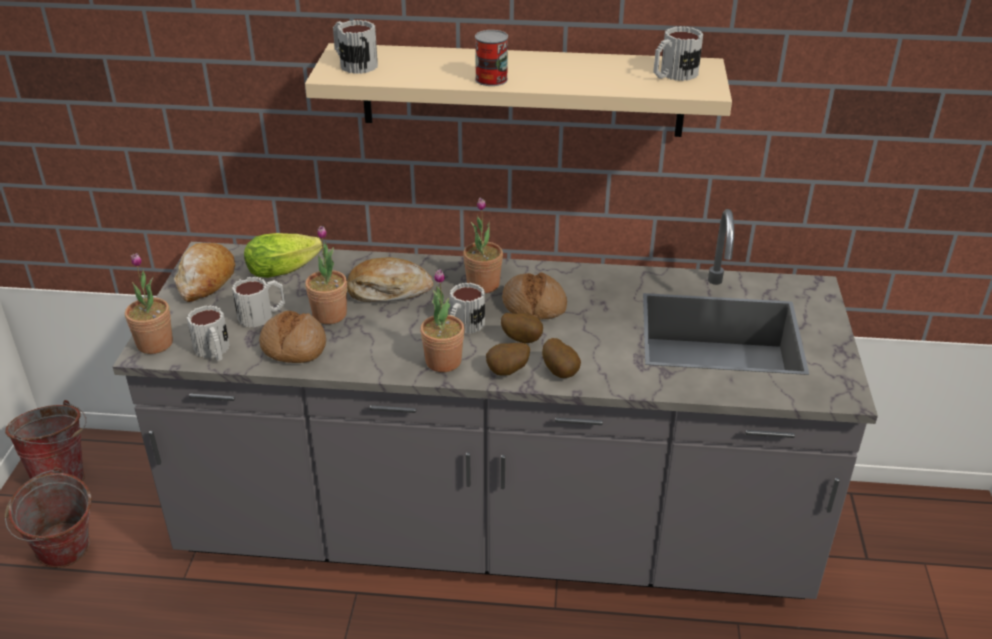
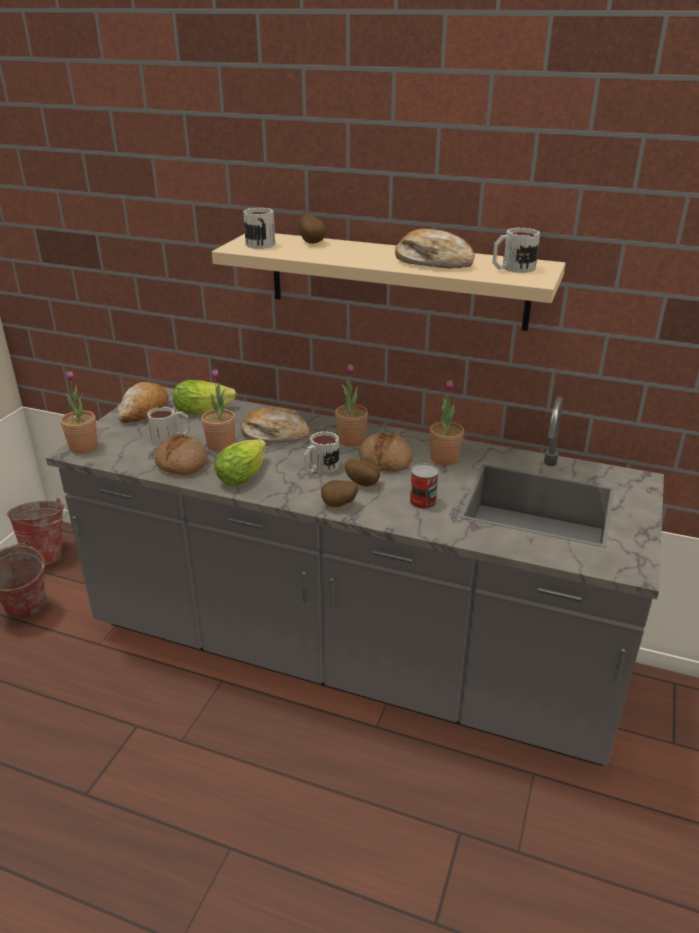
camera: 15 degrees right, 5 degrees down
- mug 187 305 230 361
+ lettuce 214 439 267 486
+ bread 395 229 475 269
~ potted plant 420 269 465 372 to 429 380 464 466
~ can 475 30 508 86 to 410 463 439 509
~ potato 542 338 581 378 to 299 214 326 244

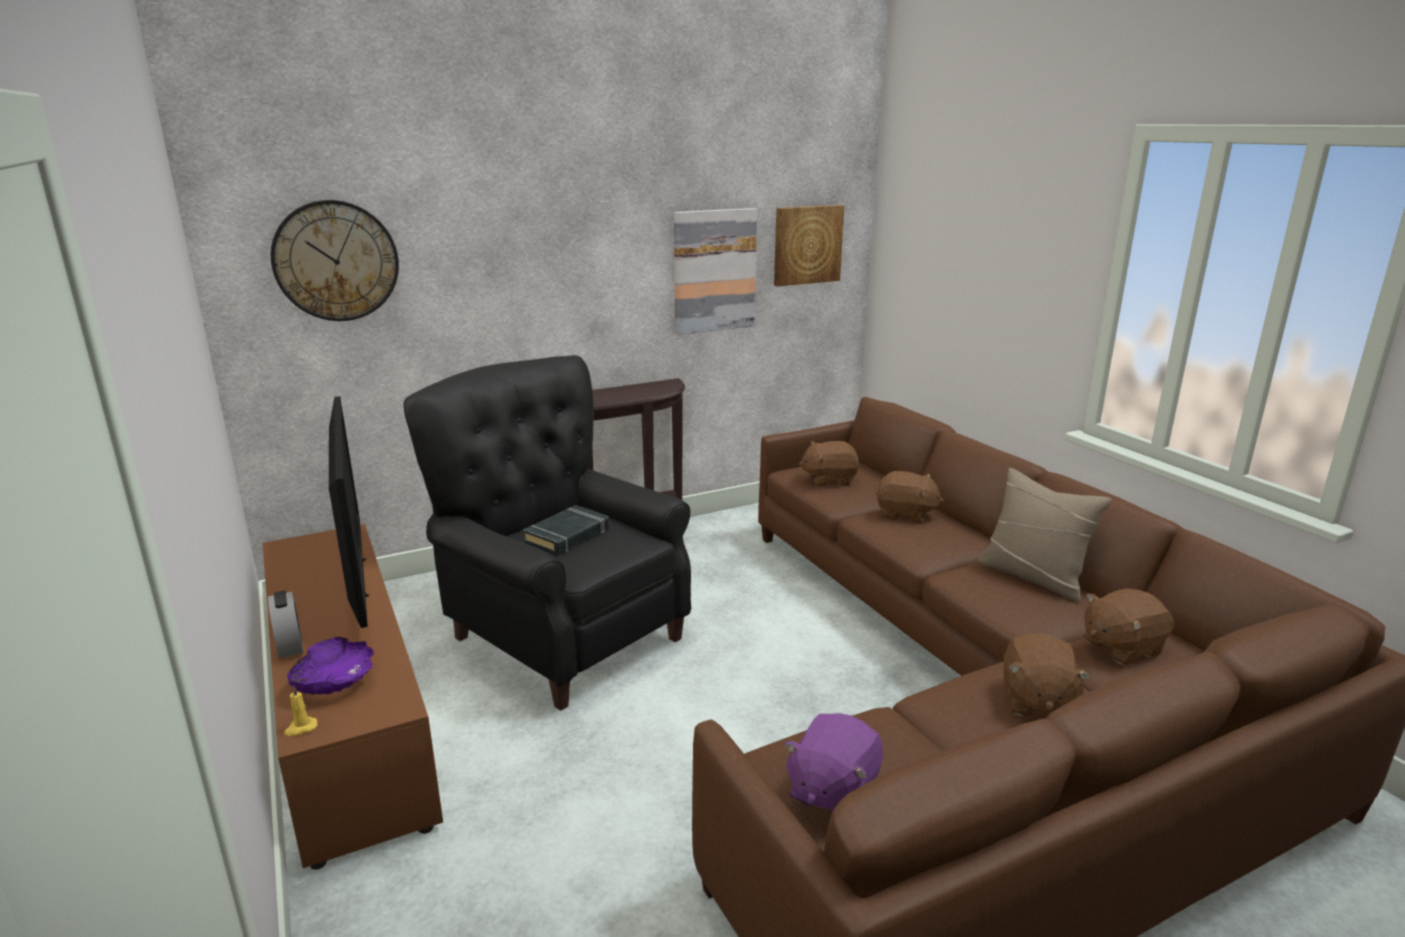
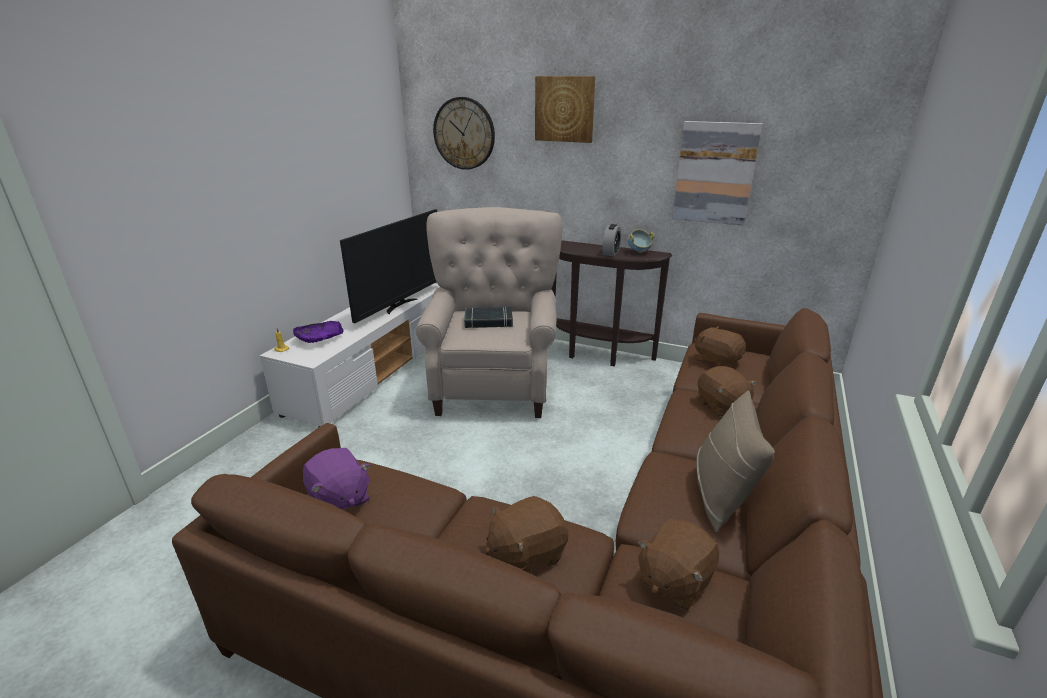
camera: 50 degrees right, 5 degrees up
+ bowl 628 229 655 253
~ alarm clock 268 590 304 659 to 602 224 621 256
~ picture 774 205 844 286 to 535 76 595 143
~ brown tv stand 263 524 443 870 to white tv stand 260 283 440 428
~ black armchair 403 355 691 711 to beige armchair 416 207 562 418
~ purple plush toy 783 713 883 813 = 303 448 370 509 120 degrees counterclockwise
~ brown plush toy 1084 588 1174 665 = 637 519 719 611 75 degrees counterclockwise

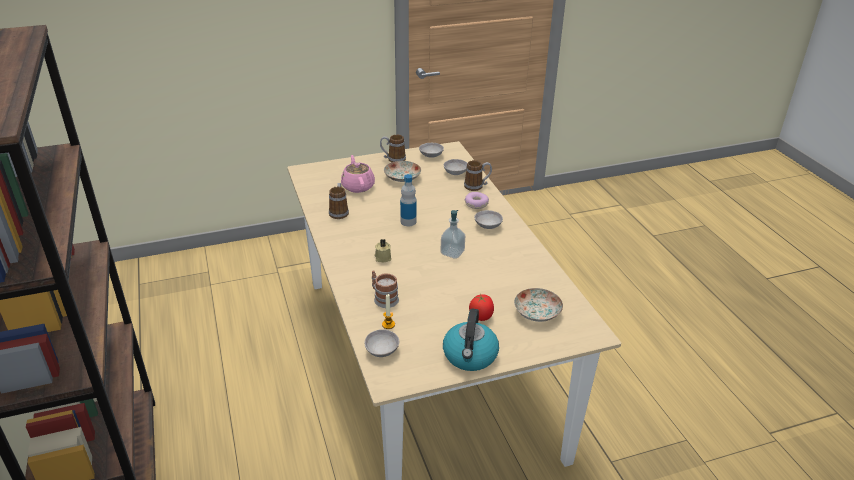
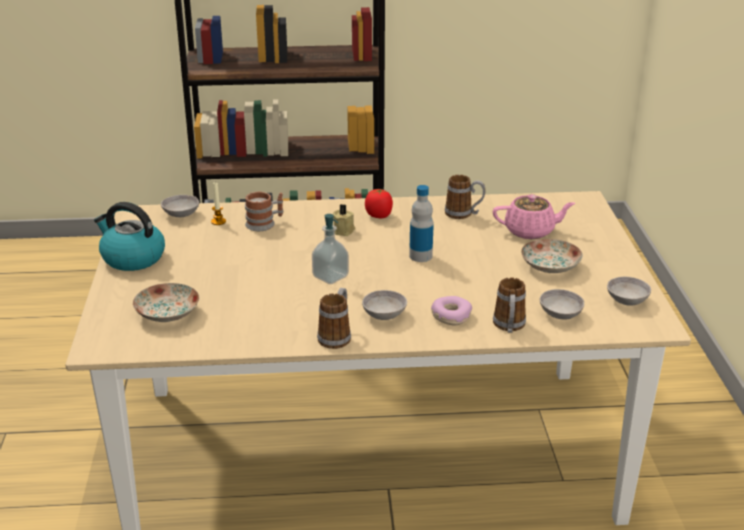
camera: 105 degrees right, 5 degrees down
~ mug 380 134 406 162 to 317 288 351 349
~ tomato 469 293 494 321 to 365 189 393 218

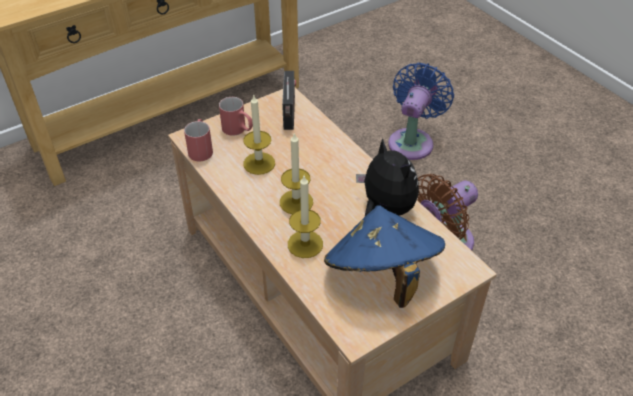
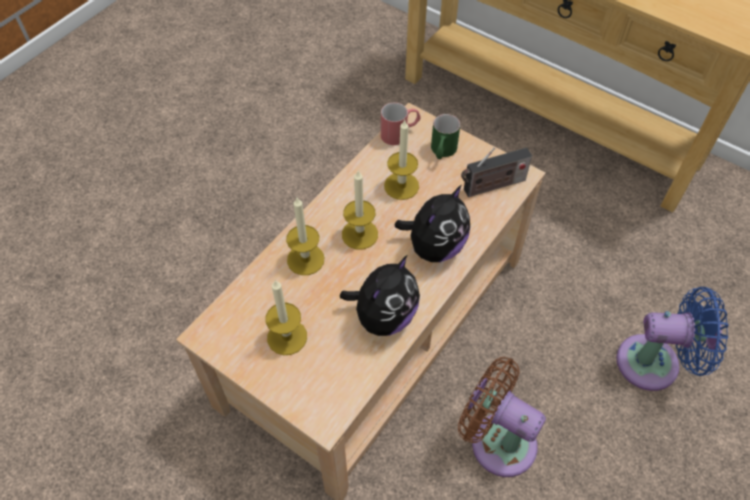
camera: 70 degrees right, 10 degrees up
+ plush toy 395 185 470 262
~ blue hat 324 205 445 308 to candle 266 280 307 355
~ red mug 219 97 253 136 to green mug 431 114 460 159

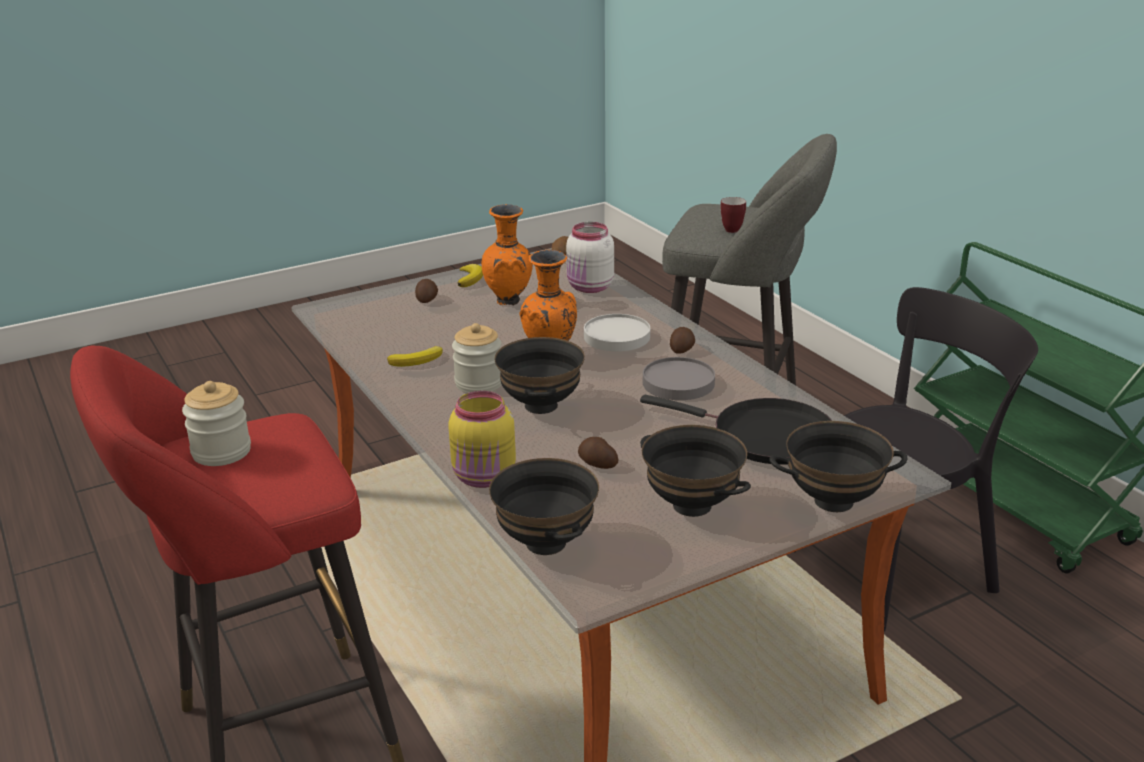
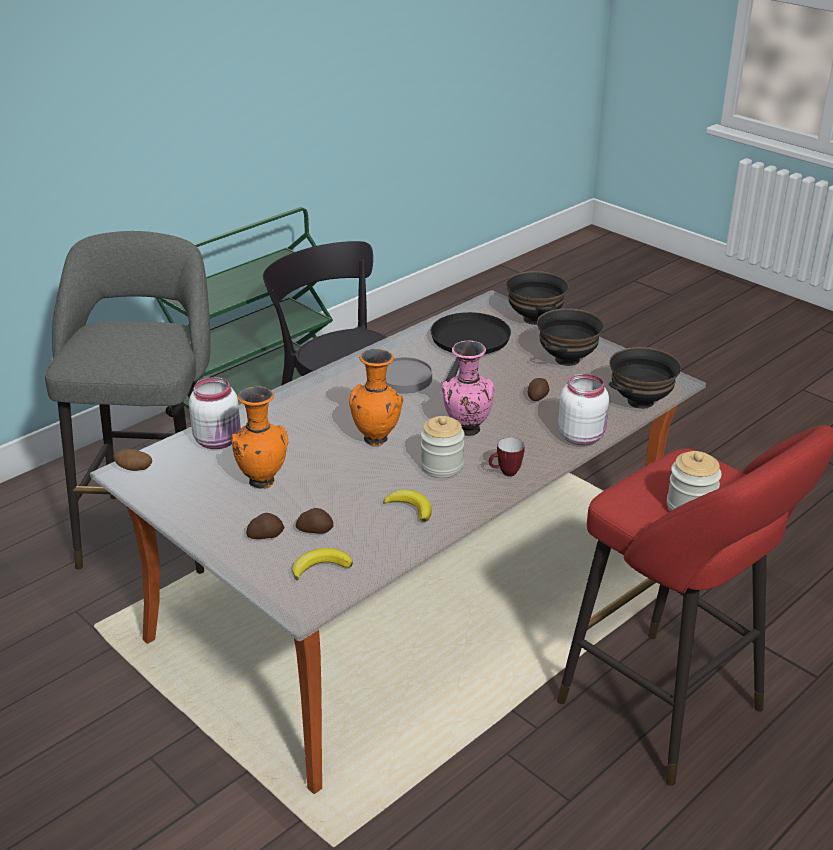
camera: 105 degrees left, 5 degrees up
- white plate 584 314 650 352
~ banana 457 264 483 287 to 293 548 353 580
~ potato 670 327 695 354 to 296 508 333 534
~ mug 721 197 746 233 to 489 437 525 476
~ black bowl 494 337 585 414 to pink vase 442 341 495 436
~ yellow jar 448 391 516 488 to white jar 558 374 609 445

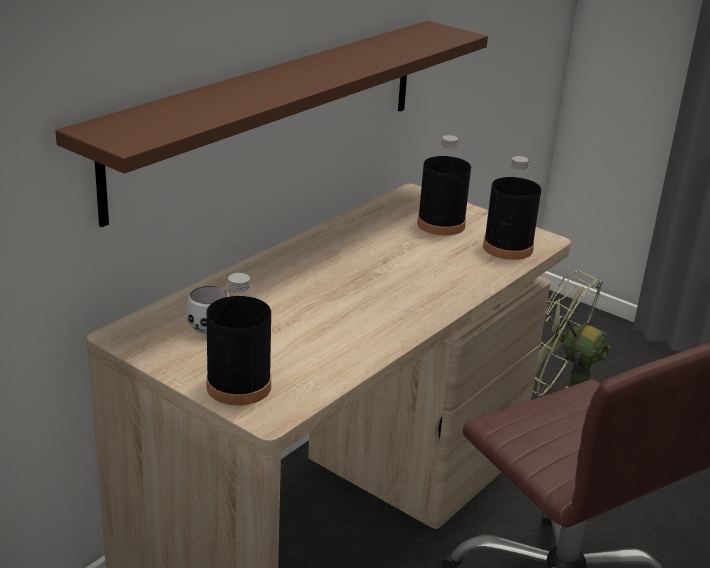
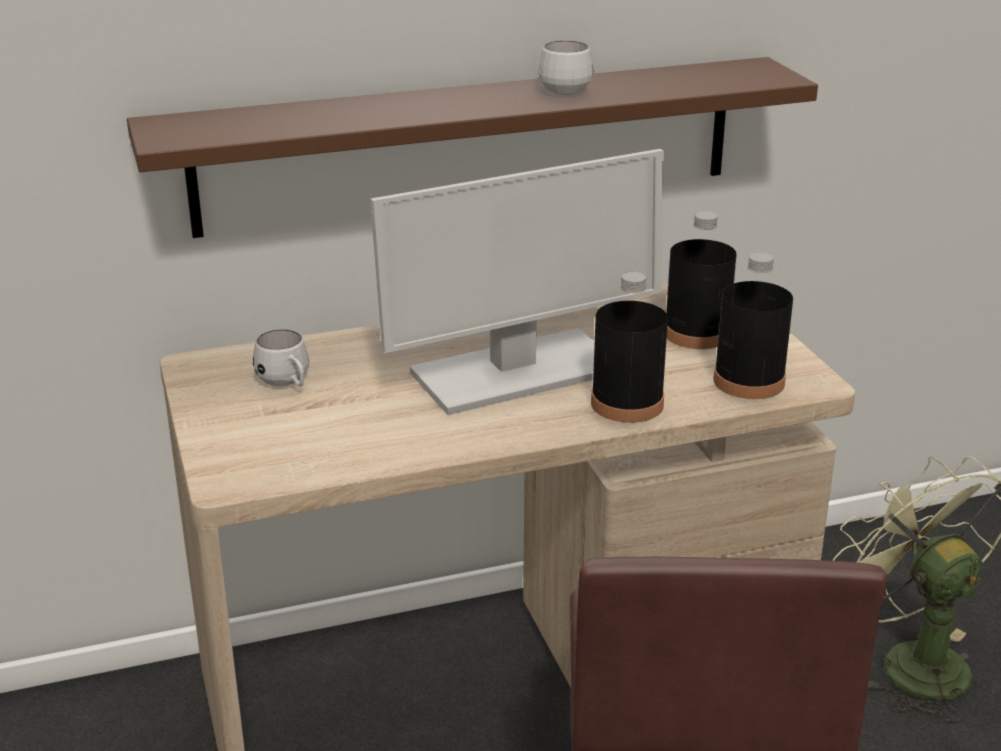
camera: 35 degrees right, 0 degrees up
+ monitor 370 149 664 415
+ white mug 538 41 594 95
~ black bottle 206 273 271 405 to 591 272 668 423

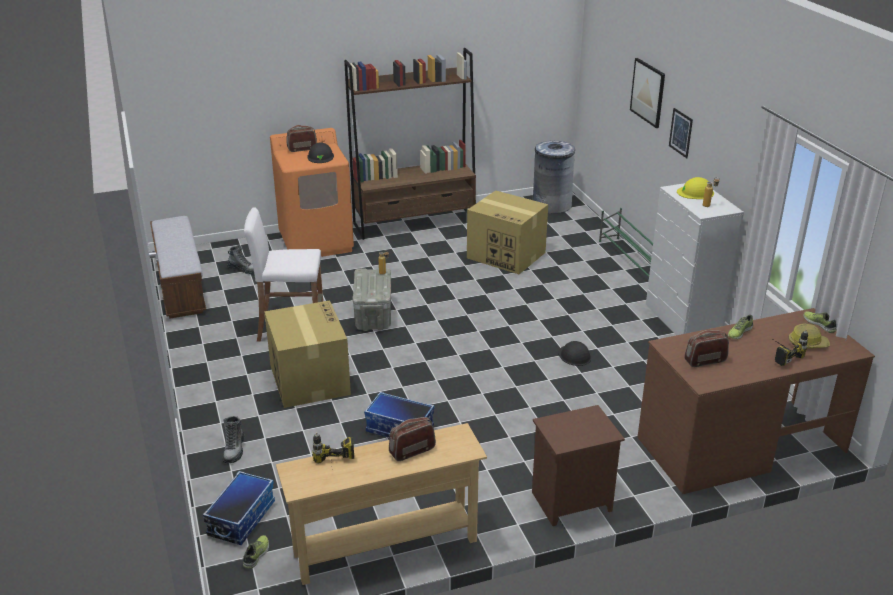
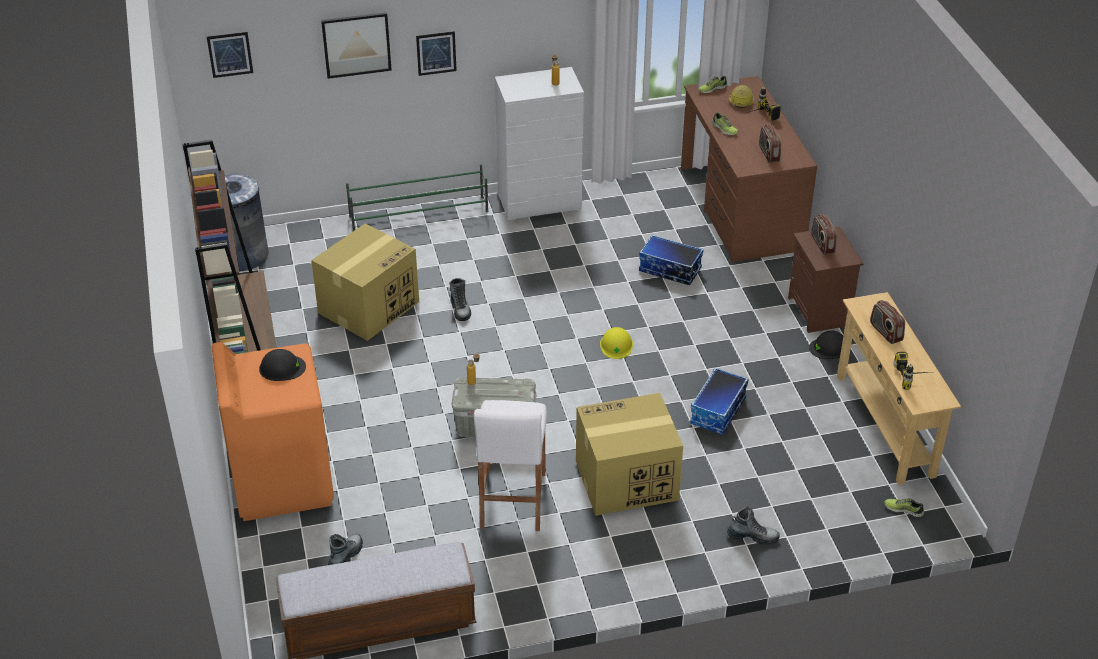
camera: 85 degrees left, 10 degrees up
+ picture 207 32 253 78
+ boot 449 278 471 321
~ storage box 203 471 275 545 to 639 235 704 285
~ radio 287 125 317 152 to 811 214 837 255
~ black hard hat 558 341 591 366 to 809 331 843 359
~ yellow hard hat 677 177 714 199 to 600 327 633 359

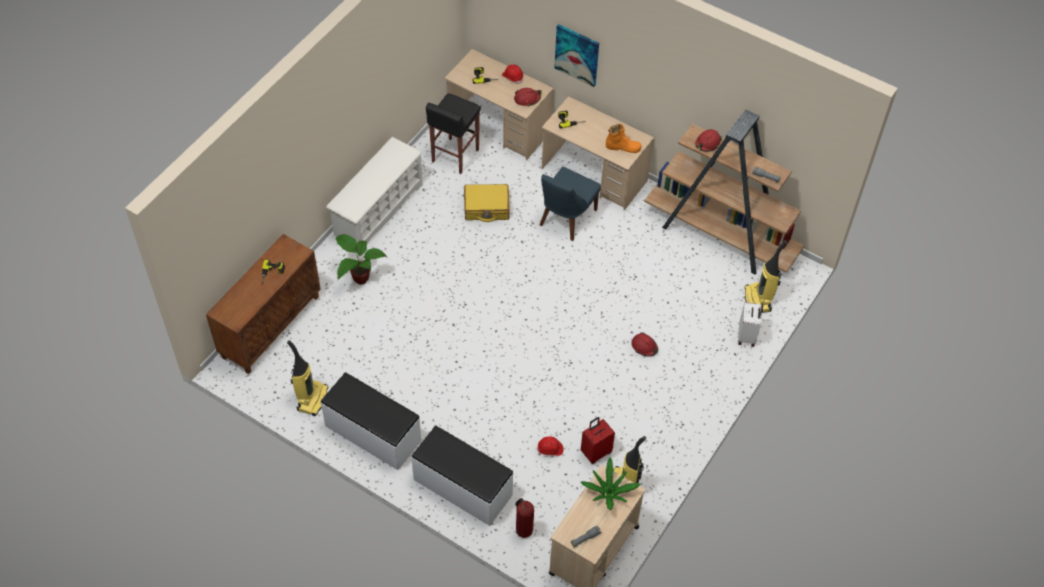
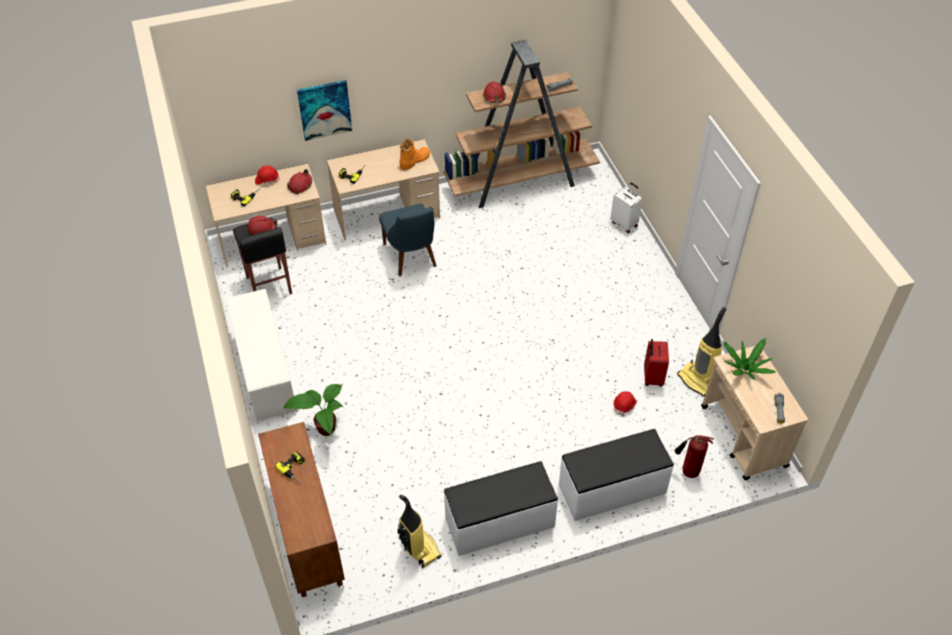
camera: 50 degrees left, 5 degrees down
- yellow suitcase 464 184 510 222
- vacuum cleaner 744 240 787 313
~ red hard hat 631 332 658 357 to 247 216 277 234

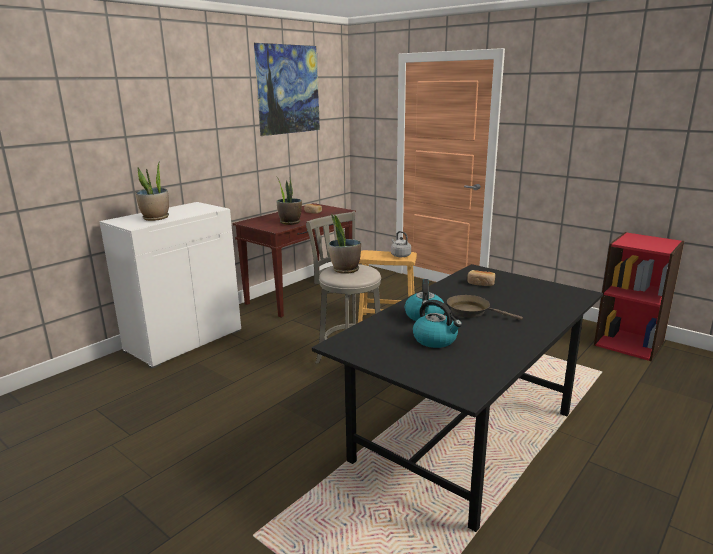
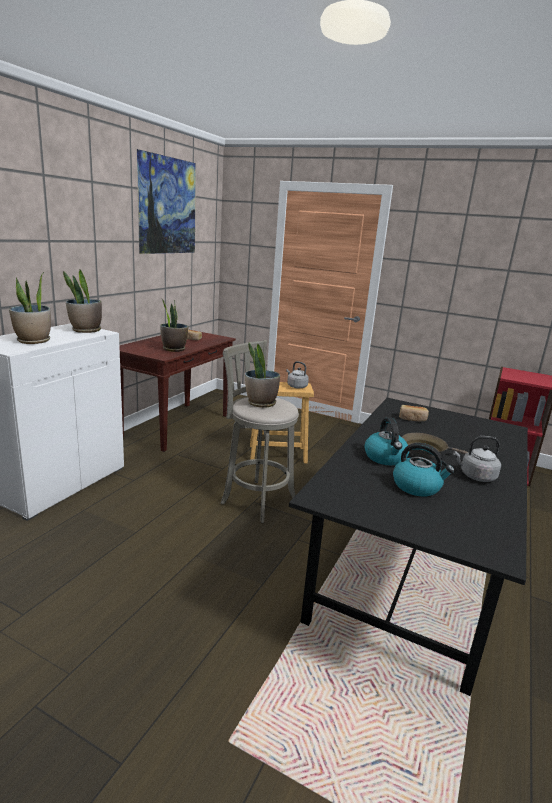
camera: 15 degrees left, 0 degrees up
+ potted plant 63 270 102 333
+ grey kettle 453 436 501 482

